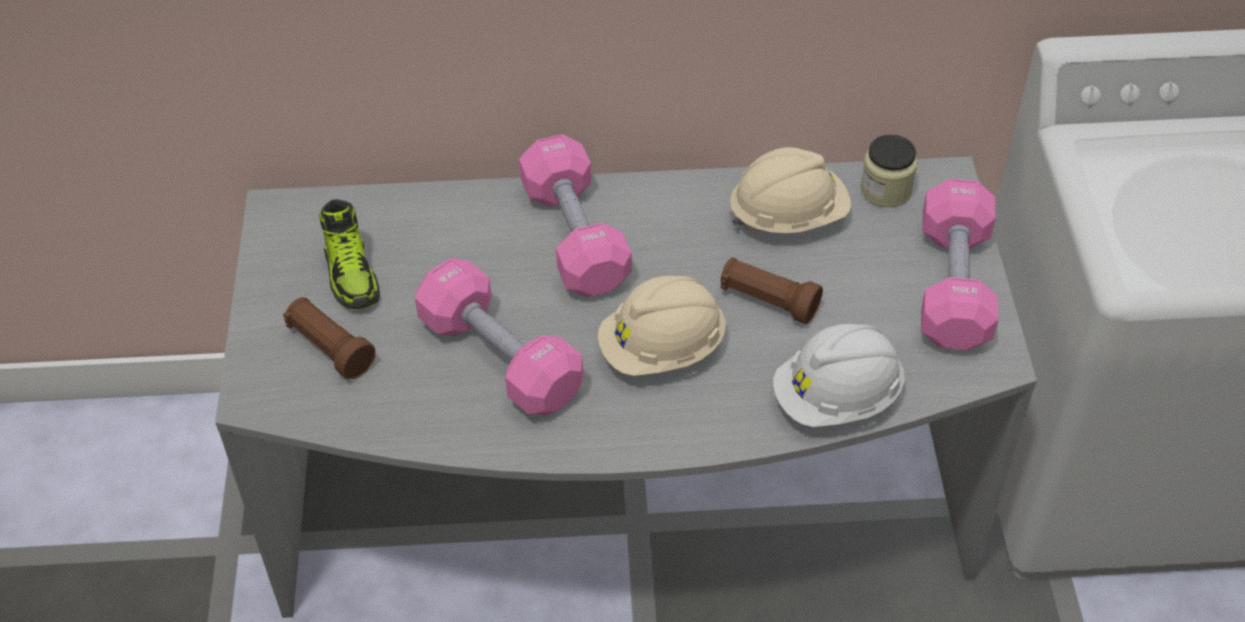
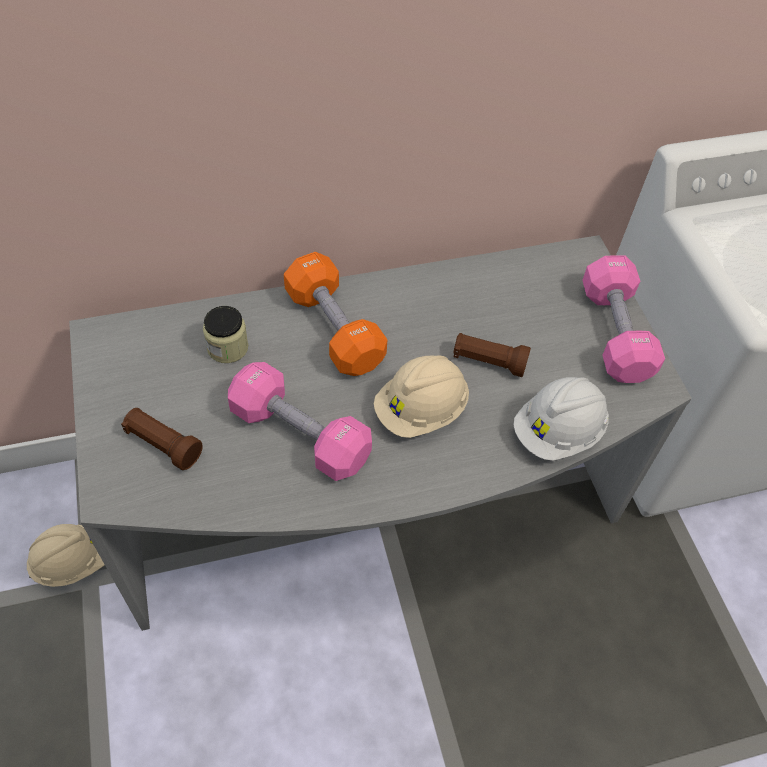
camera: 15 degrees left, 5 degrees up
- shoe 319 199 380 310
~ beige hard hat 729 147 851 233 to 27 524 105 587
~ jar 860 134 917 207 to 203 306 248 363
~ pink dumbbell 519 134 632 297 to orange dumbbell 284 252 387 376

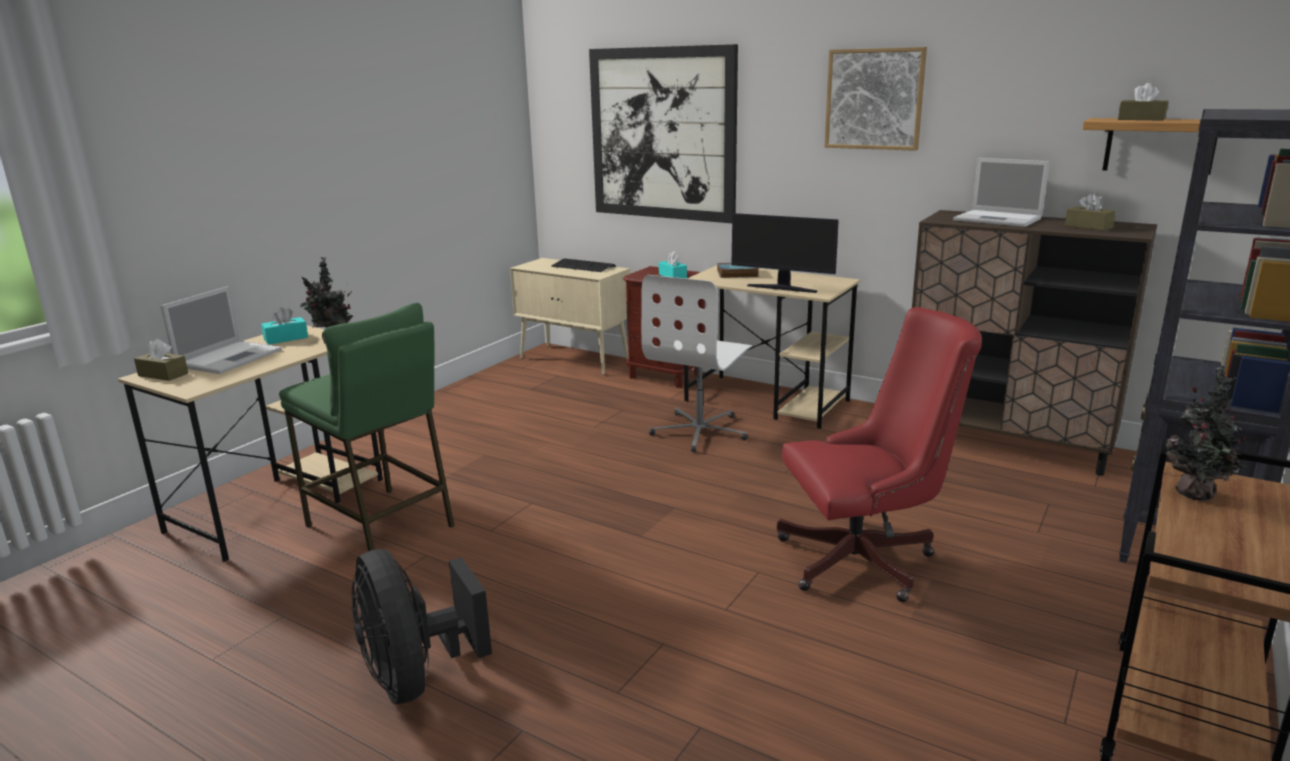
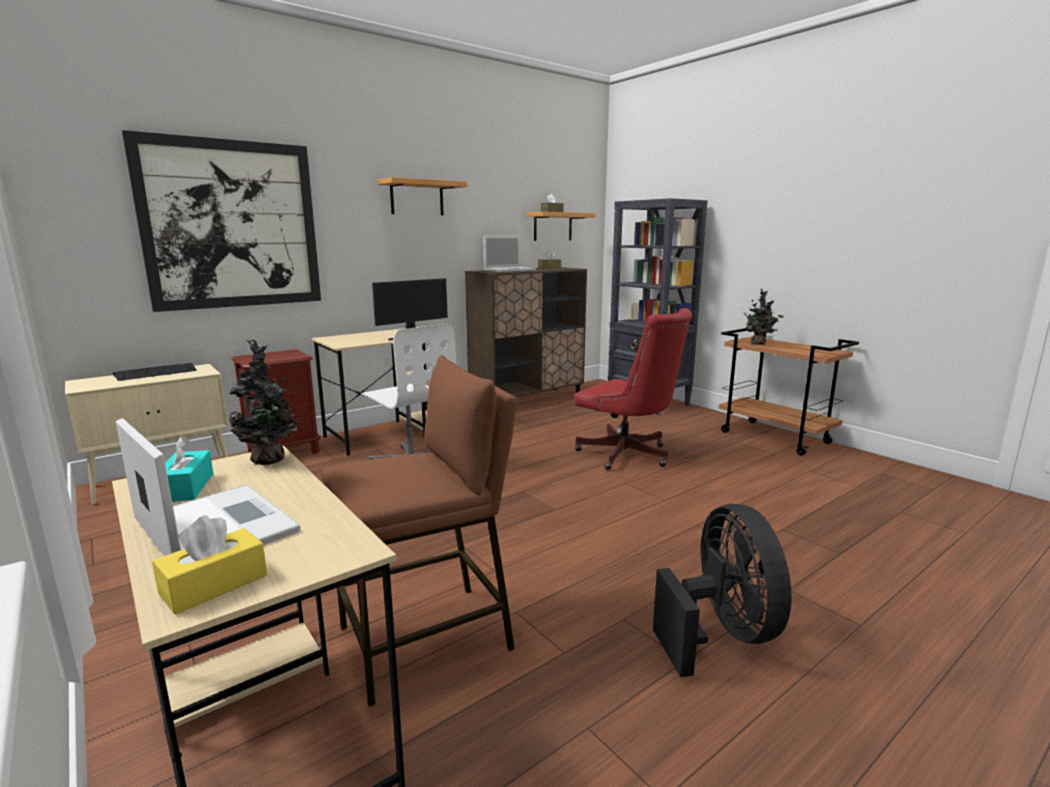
camera: 70 degrees left, 5 degrees down
- turquoise tissue box 659 251 687 278
- book 717 263 759 278
~ picture 825 47 927 151 to shelf 378 177 467 215
~ brown tissue box 134 339 188 381 to yellow tissue box 152 515 267 614
~ green stool 279 303 454 551 to brown stool 321 355 517 707
~ black fan 351 549 492 704 = 653 504 792 677 90 degrees counterclockwise
~ red office chair 777 307 982 602 = 574 308 692 470 120 degrees clockwise

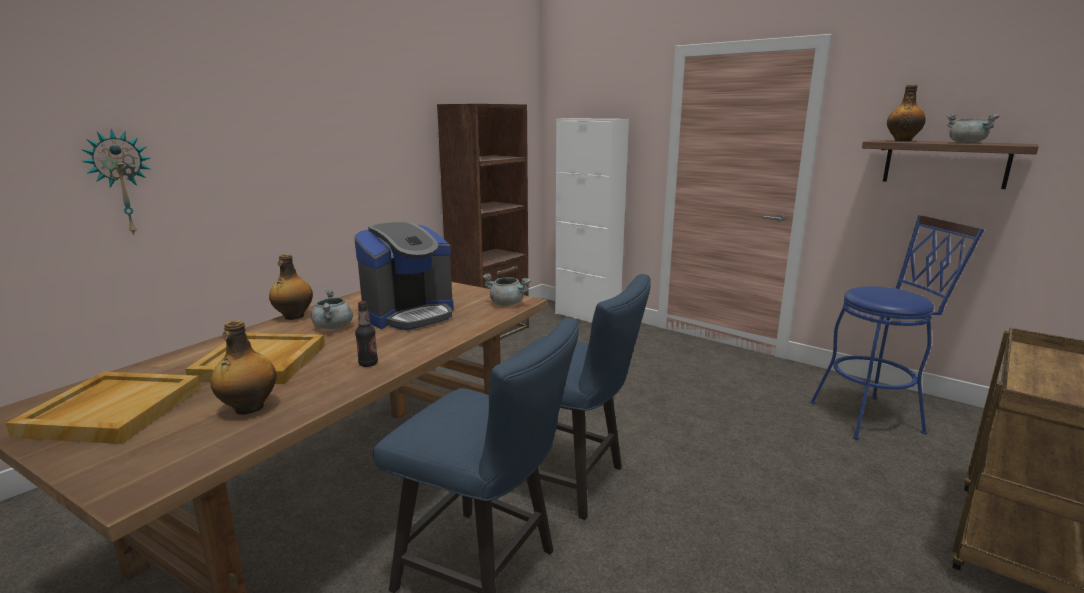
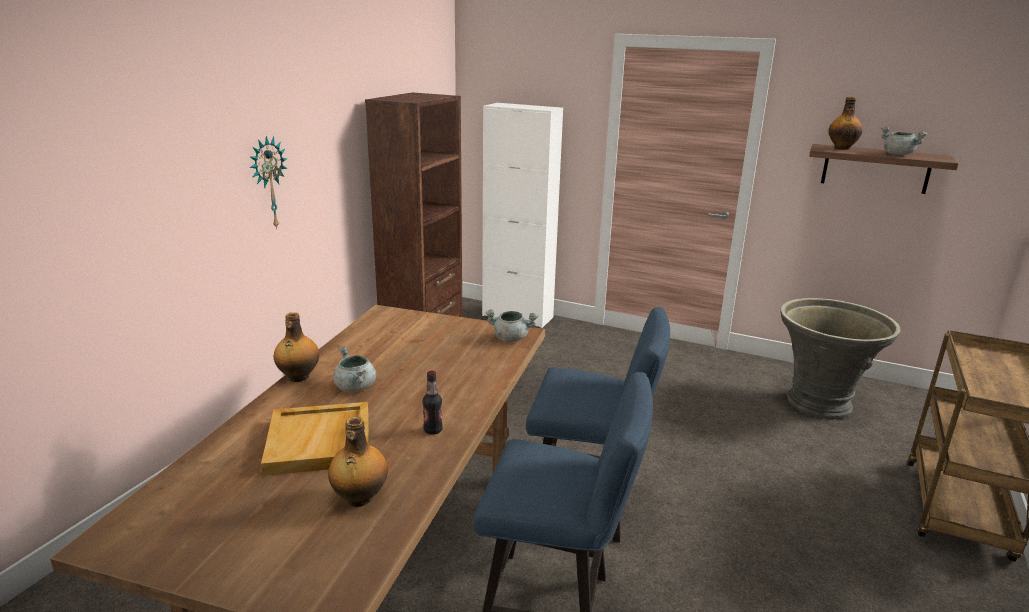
camera: 15 degrees left, 5 degrees up
- beige tray 6 372 201 444
- coffee machine 354 222 454 330
~ wall clock 81 129 150 235 to 250 136 288 229
~ blue stool 810 215 984 440 to grey planter 780 298 901 419

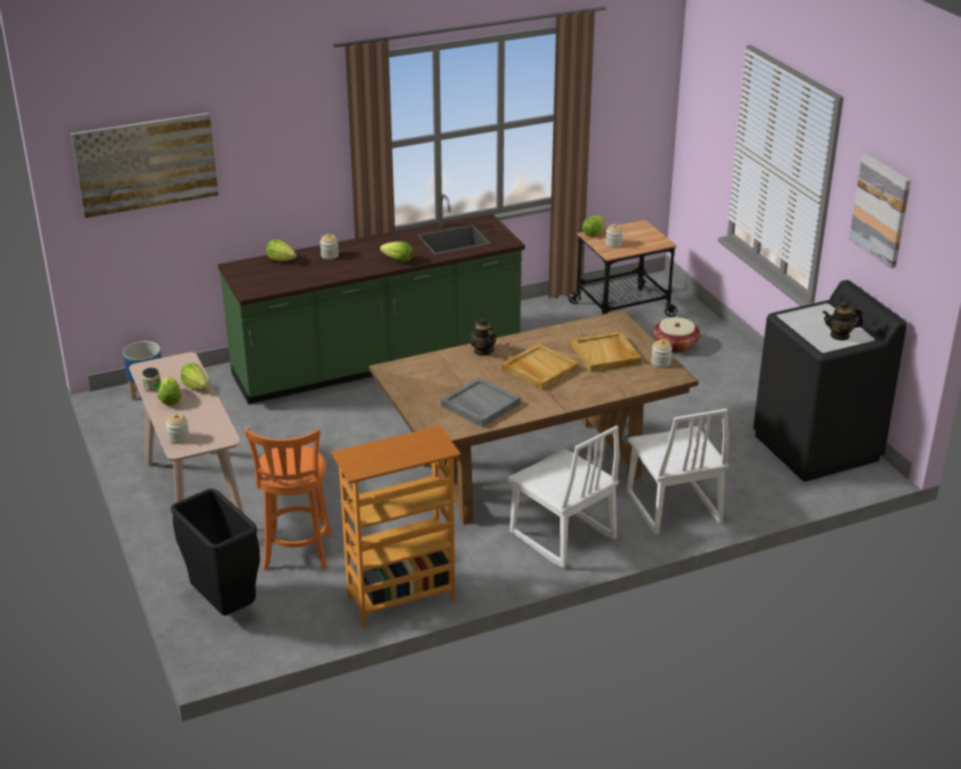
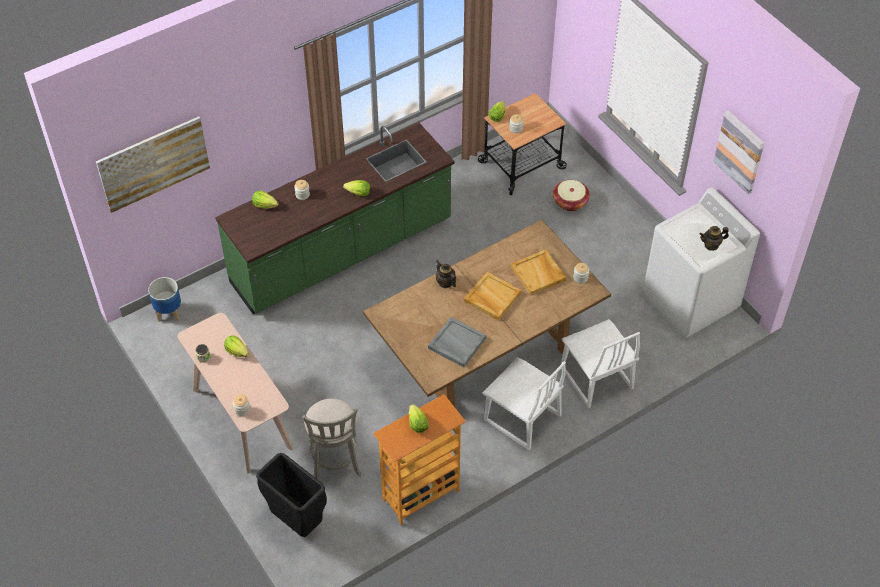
camera: 10 degrees left, 20 degrees up
~ lettuce 158 377 181 406 to 409 404 429 433
~ orange stool 245 428 333 570 to grey stool 302 399 361 480
~ black washing machine 753 280 907 482 to white washing machine 643 187 760 338

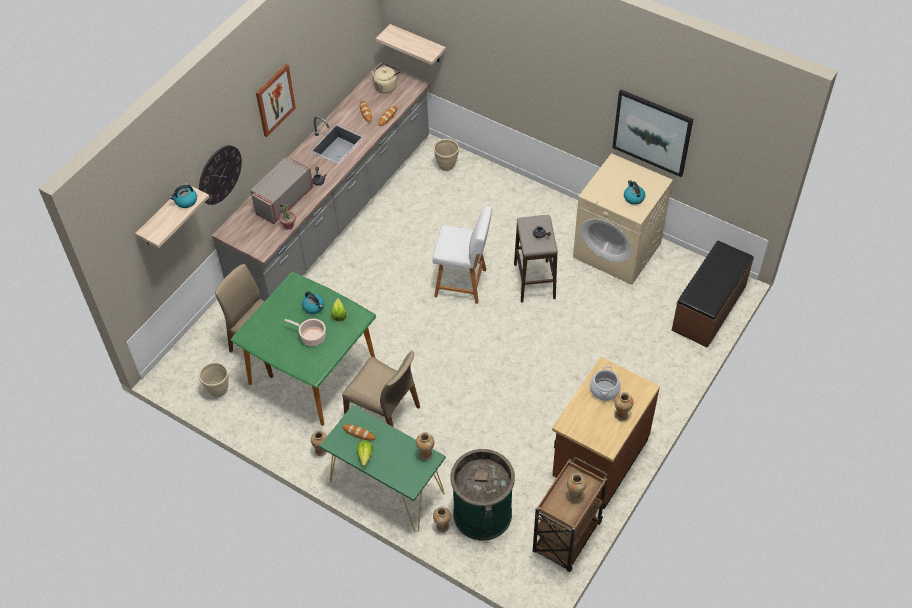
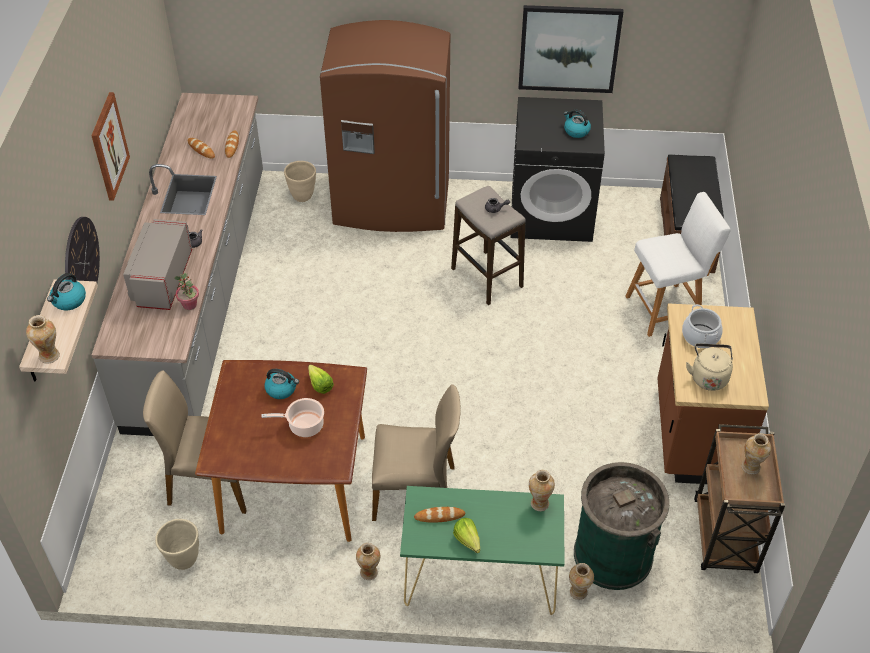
camera: 30 degrees left, 5 degrees down
- shelf 376 24 446 65
+ brown fridge 320 20 450 232
~ beige kettle 371 63 400 94 to 686 343 733 391
~ white stool 433 206 492 304 to 625 192 731 337
~ vase 615 392 634 421 to 26 315 60 363
~ green dining table 230 272 376 426 to brown dining table 195 360 367 542
~ beige washing machine 573 153 673 285 to black washing machine 511 97 605 242

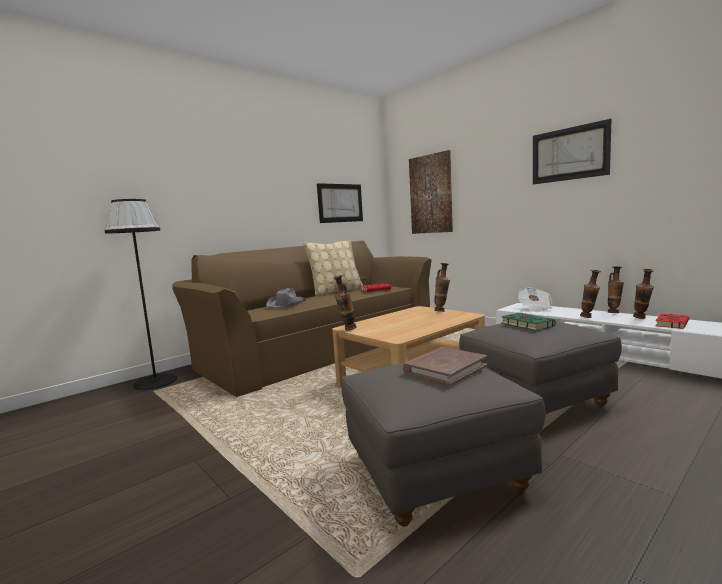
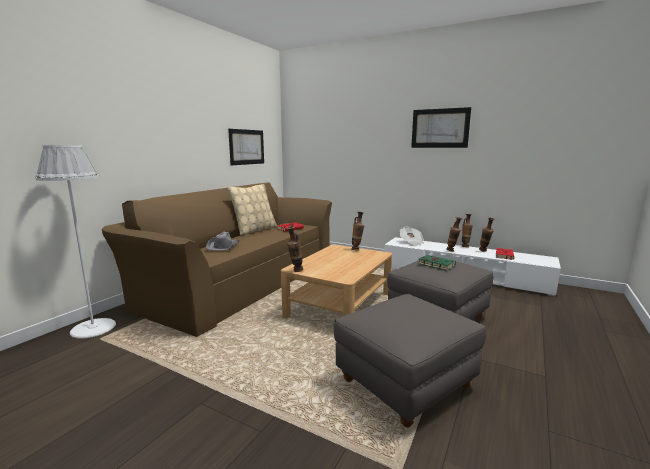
camera: 20 degrees left, 5 degrees up
- brown book 403 347 487 386
- picture 409 150 453 234
~ black floor lamp 105 199 177 390 to white floor lamp 35 145 116 339

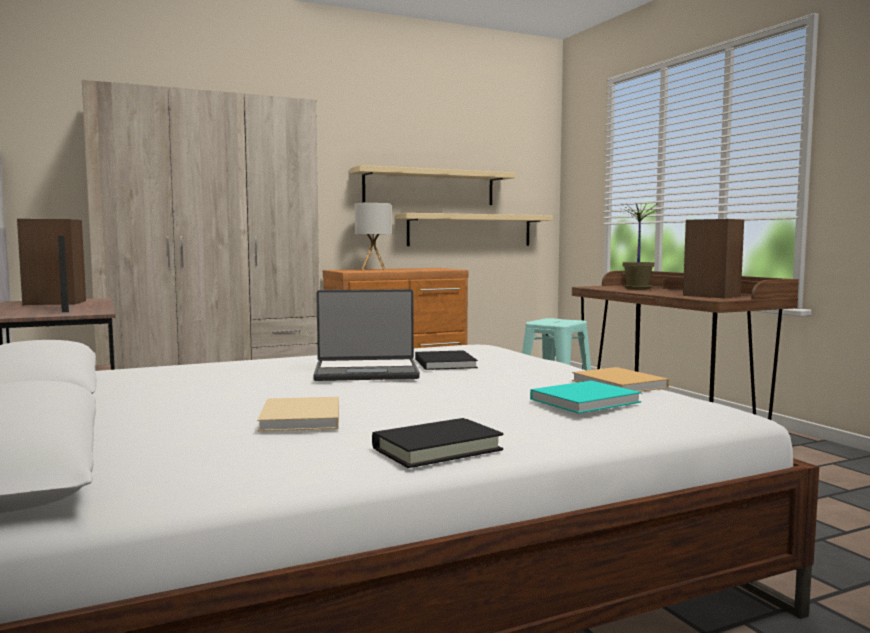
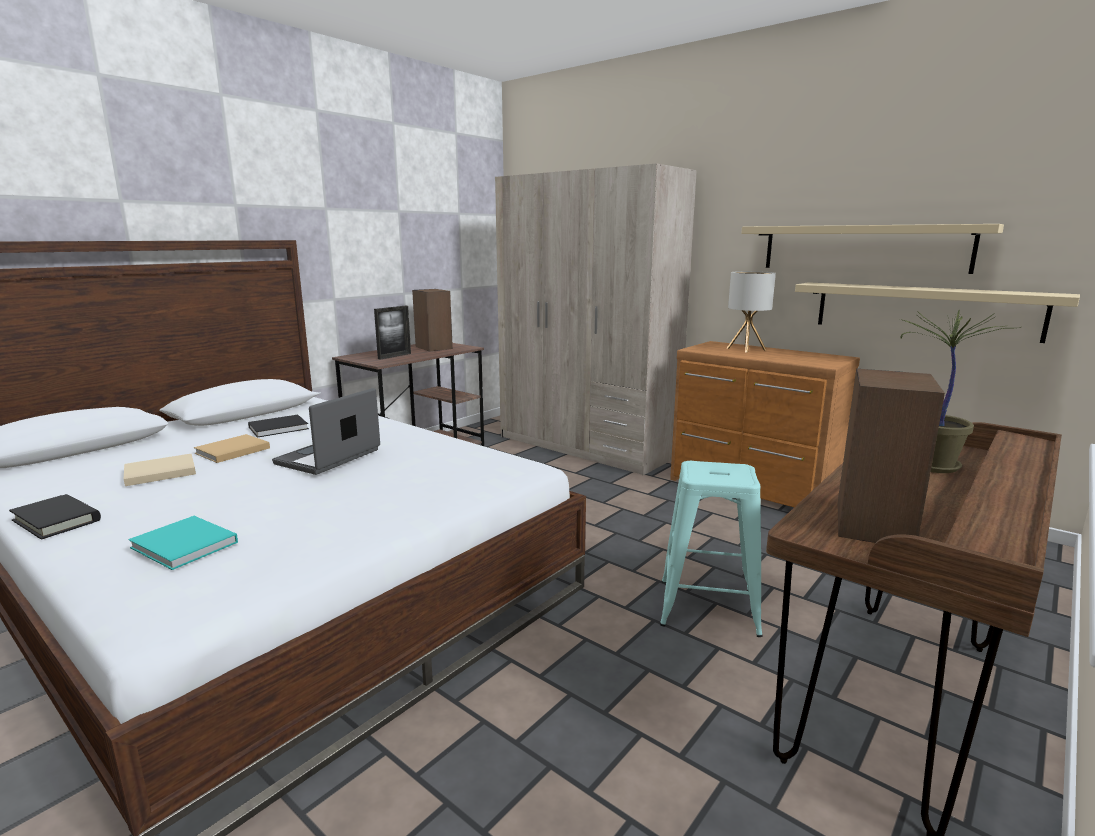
camera: 65 degrees right, 10 degrees up
~ black book 415 350 478 370 to 248 415 309 438
~ beige book 572 367 669 392 to 194 434 270 463
~ laptop 313 289 420 381 = 272 388 380 475 60 degrees clockwise

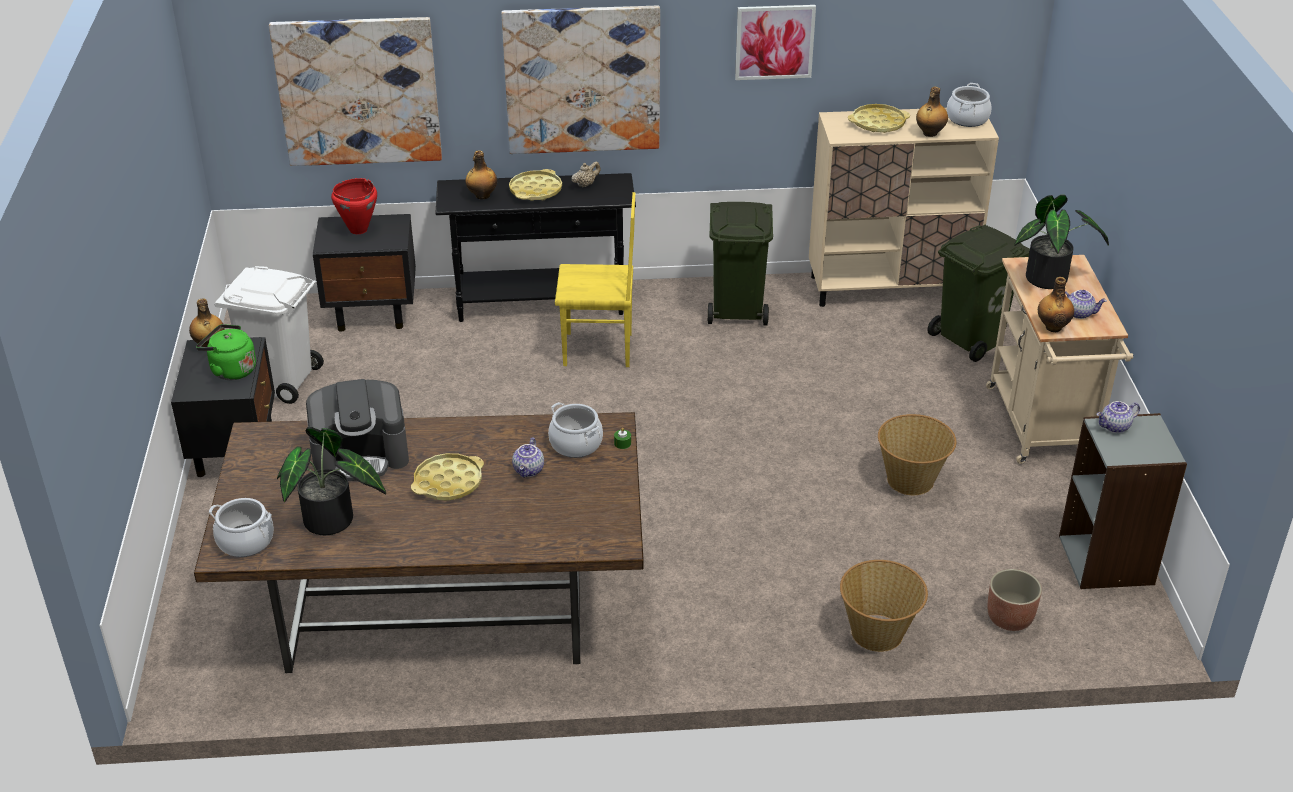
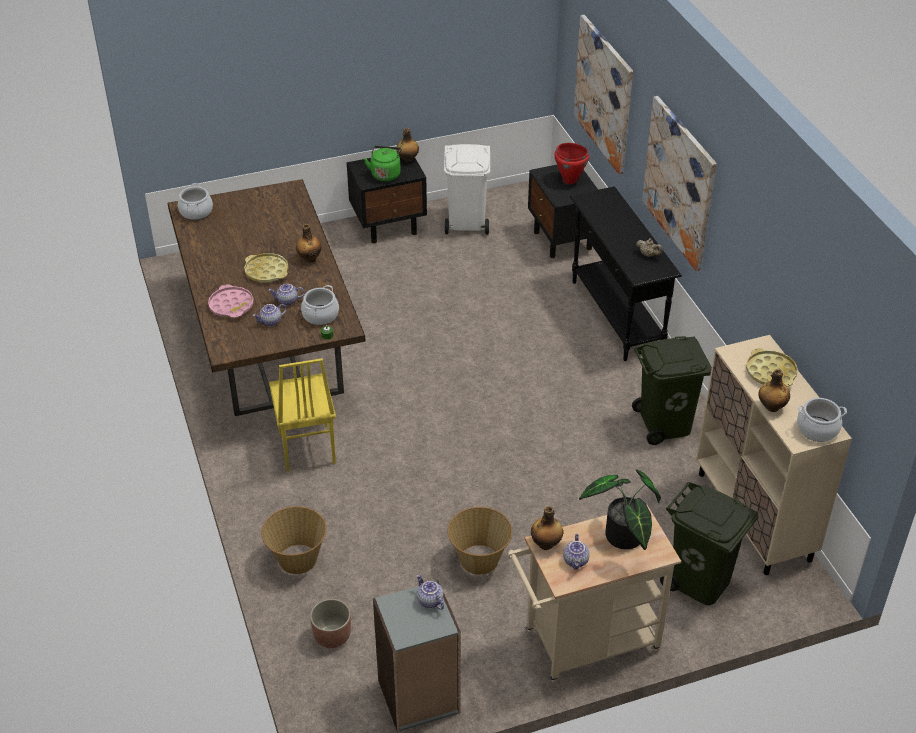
camera: 75 degrees right, 5 degrees up
- potted plant 277 427 386 535
- coffee machine 306 379 409 481
- yellow tray 509 169 562 201
- picture 735 5 816 80
+ pink tray 208 284 254 318
+ teapot 253 304 287 326
~ bottle 465 150 497 199 to 296 224 321 262
~ yellow chair 555 192 635 367 to 269 358 336 472

